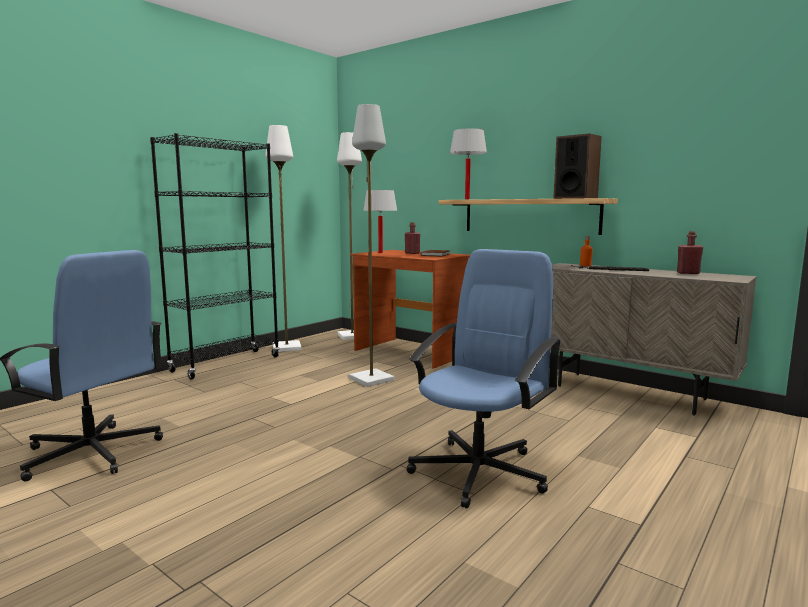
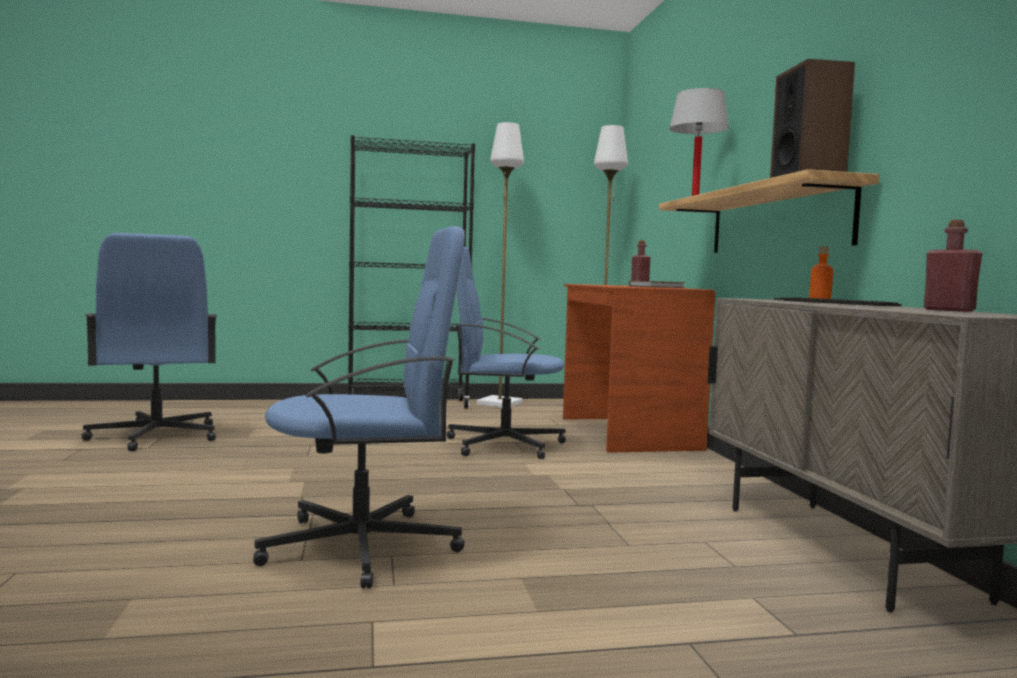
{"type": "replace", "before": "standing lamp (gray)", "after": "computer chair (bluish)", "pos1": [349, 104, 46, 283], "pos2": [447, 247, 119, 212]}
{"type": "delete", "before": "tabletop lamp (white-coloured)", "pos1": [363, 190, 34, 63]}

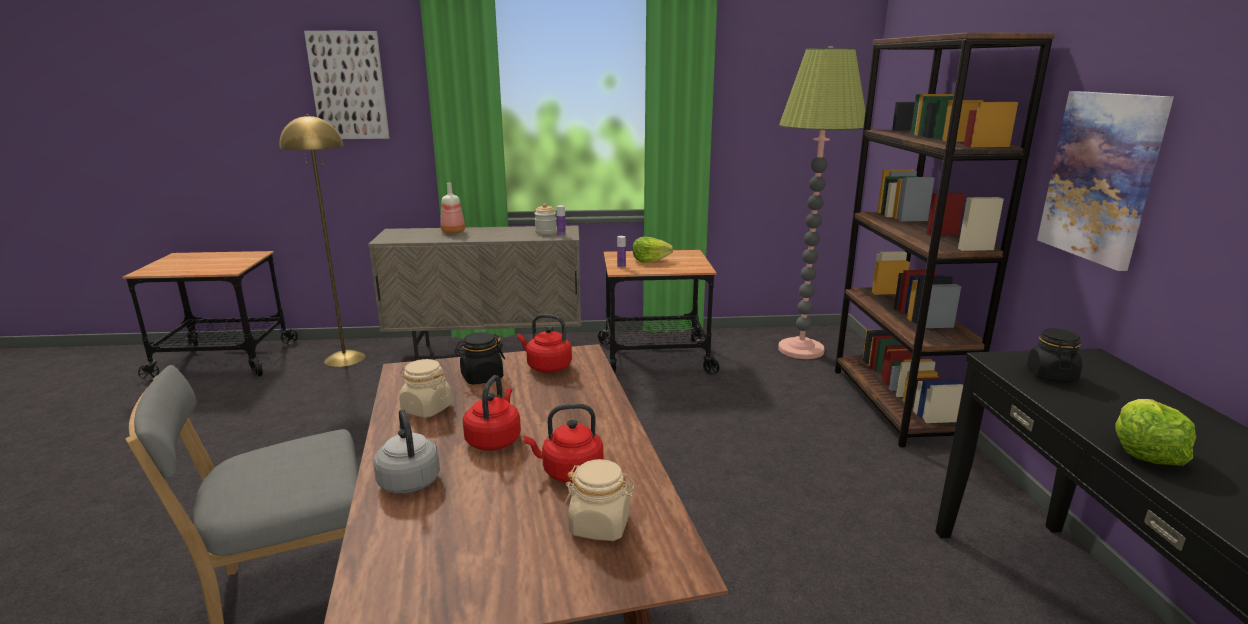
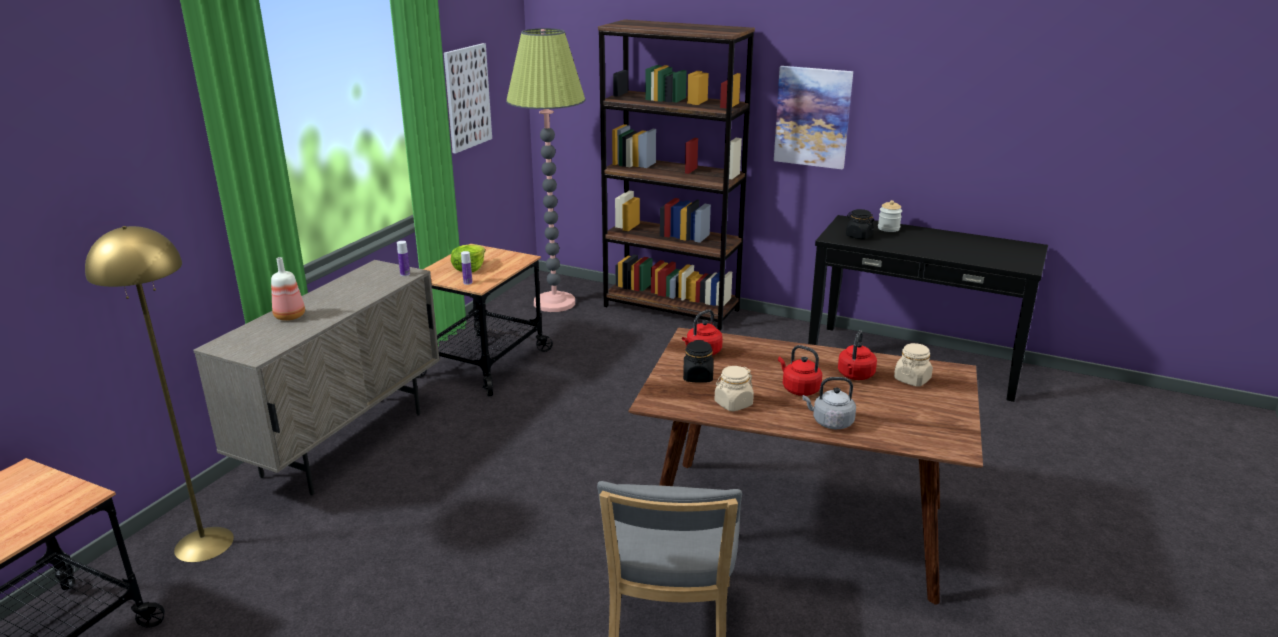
{"type": "move", "before": "picture", "pos1": [304, 31, 86, 108], "pos2": [444, 43, 48, 111]}
{"type": "move", "before": "preserve jar", "pos1": [534, 203, 23, 32], "pos2": [878, 200, 24, 32]}
{"type": "delete", "before": "head of lettuce", "pos1": [1115, 399, 81, 67]}

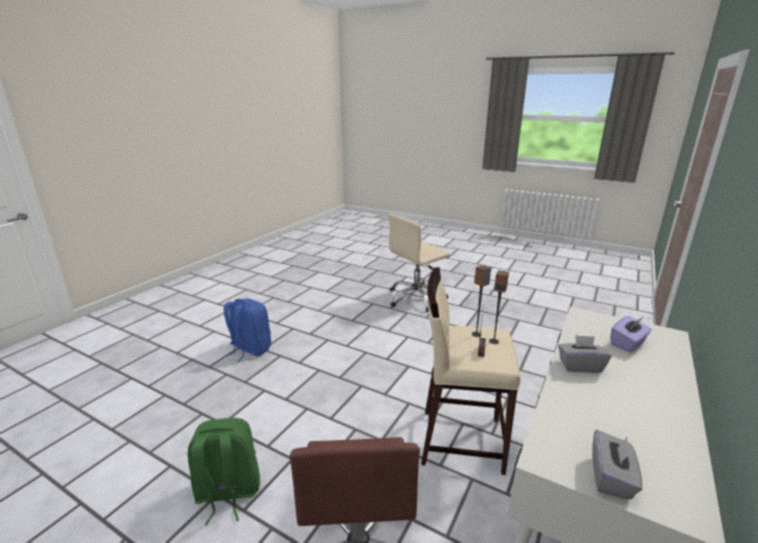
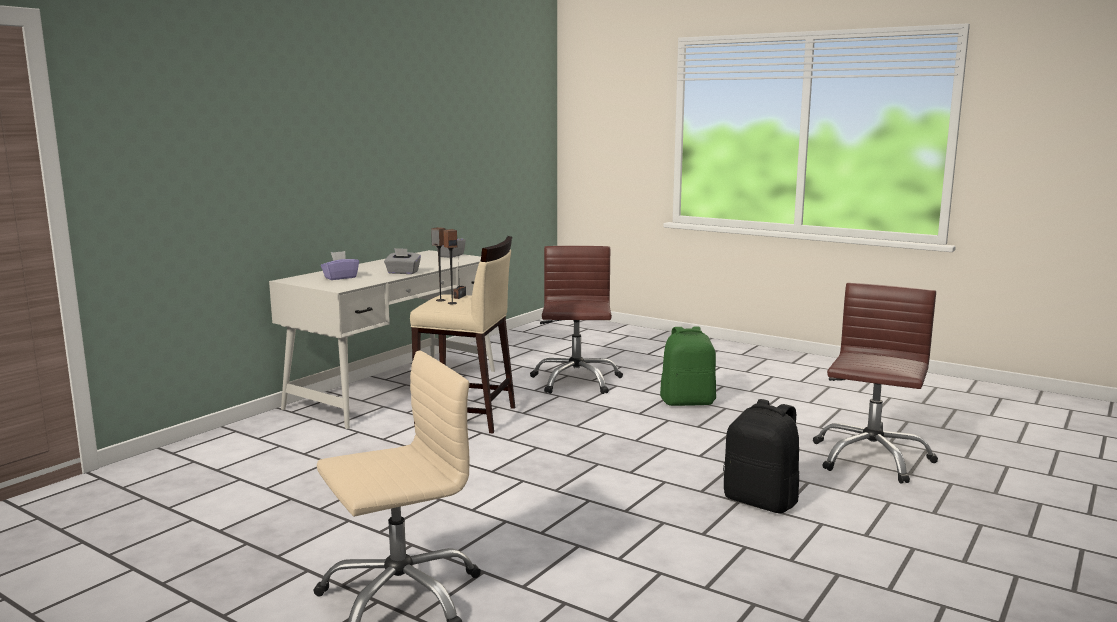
{"type": "recolor", "before": "knapsack (bluish)", "after": "knapsack (black-coloured)", "pos1": [223, 299, 48, 63], "pos2": [723, 399, 76, 114]}
{"type": "insert", "after": "computer chair (brownish)", "pos2": [813, 283, 125, 201]}

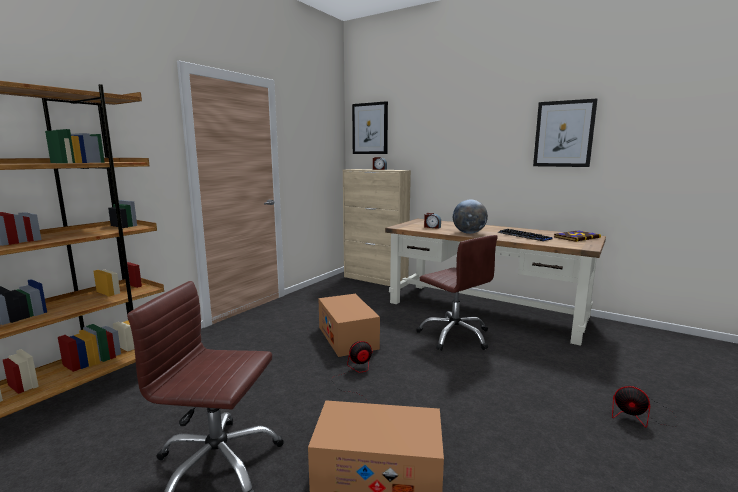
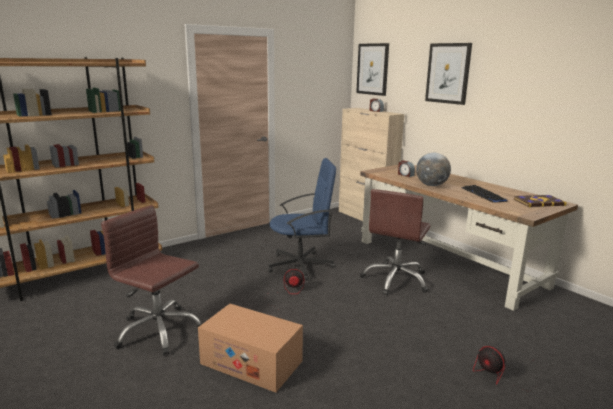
{"type": "replace", "before": "carton", "after": "computer chair (bluish)", "pos1": [318, 294, 62, 63], "pos2": [268, 158, 68, 123]}
{"type": "rotate", "before": "computer chair (brownish)", "pos1": [416, 235, 82, 116], "pos2": [360, 189, 71, 106], "turn": 45}
{"type": "move", "before": "picture", "pos1": [533, 99, 65, 68], "pos2": [425, 43, 47, 62]}

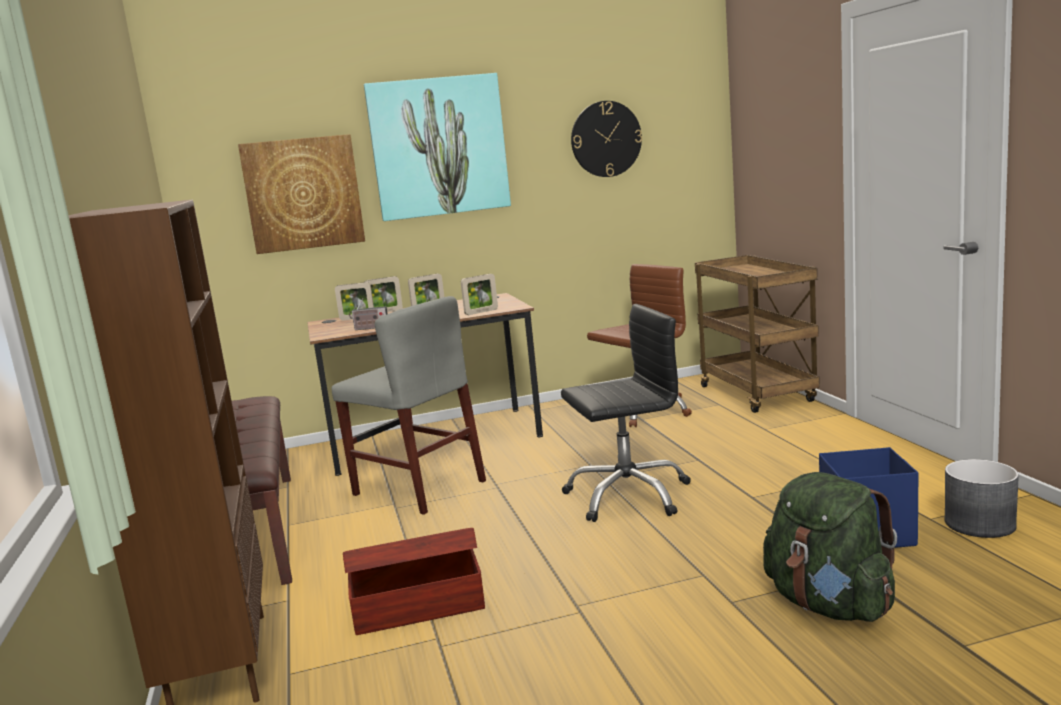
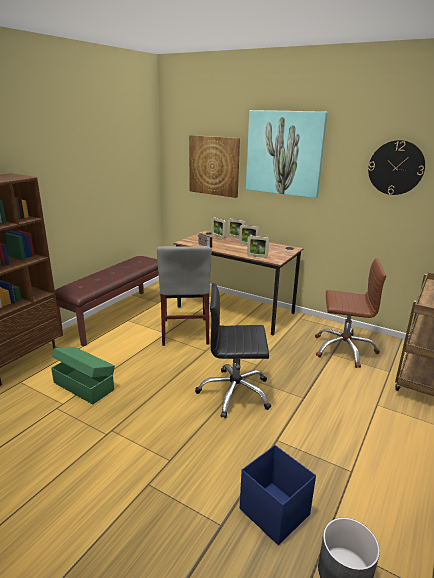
{"type": "recolor", "before": "storage bin (brownish)", "after": "storage bin (green-coloured)", "pos1": [343, 528, 142, 107], "pos2": [51, 347, 64, 57]}
{"type": "rotate", "before": "computer chair (black-coloured)", "pos1": [561, 304, 130, 218], "pos2": [195, 283, 76, 135], "turn": 150}
{"type": "delete", "before": "knapsack (green-coloured)", "pos1": [763, 472, 134, 150]}

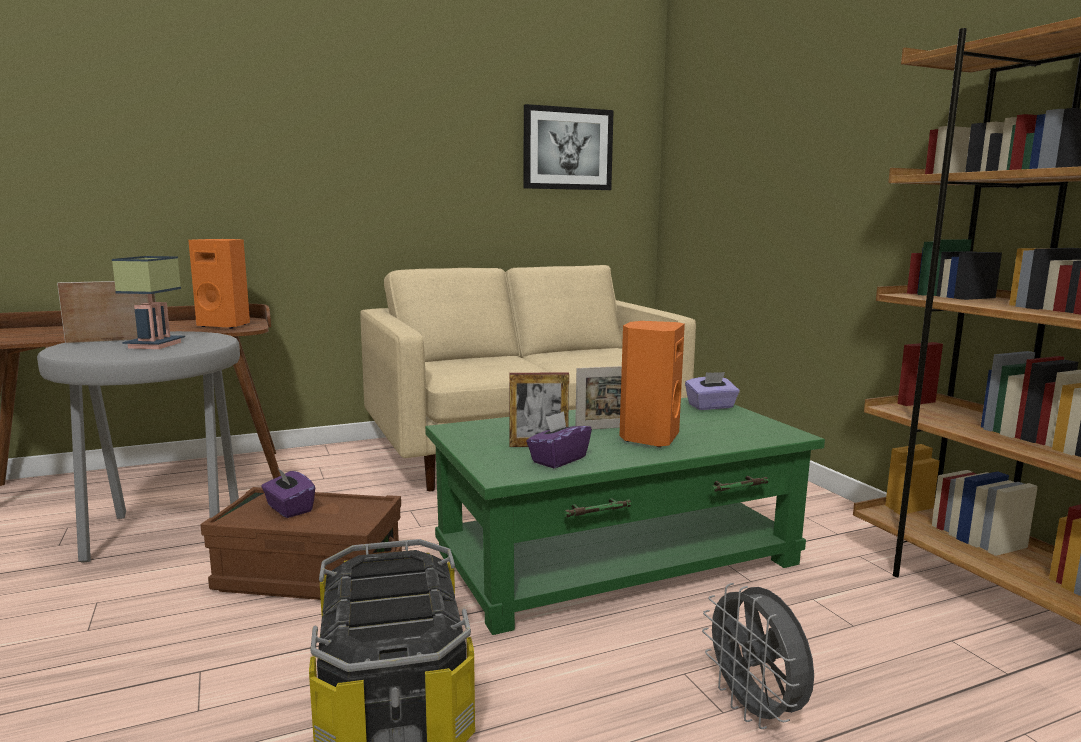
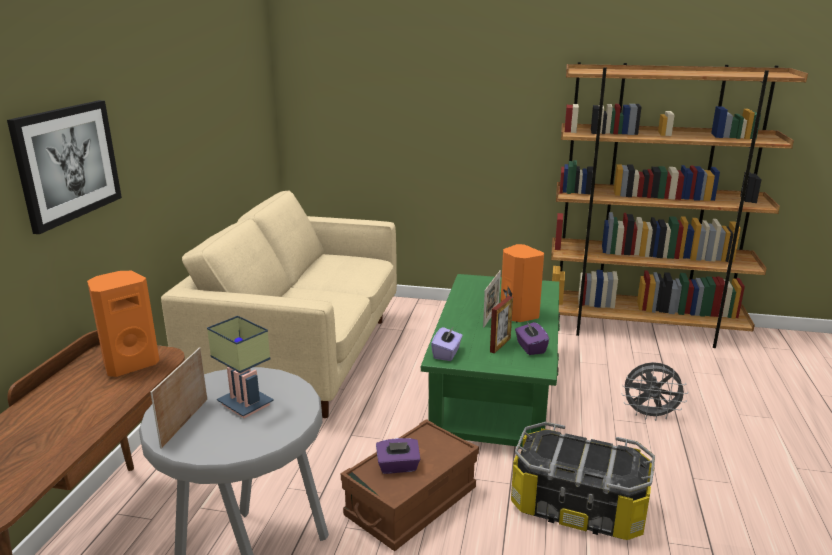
{"type": "move", "before": "picture", "pos1": [524, 104, 90, 86], "pos2": [7, 100, 115, 134]}
{"type": "move", "before": "tissue holder (purple)", "pos1": [685, 372, 55, 38], "pos2": [431, 326, 32, 35]}

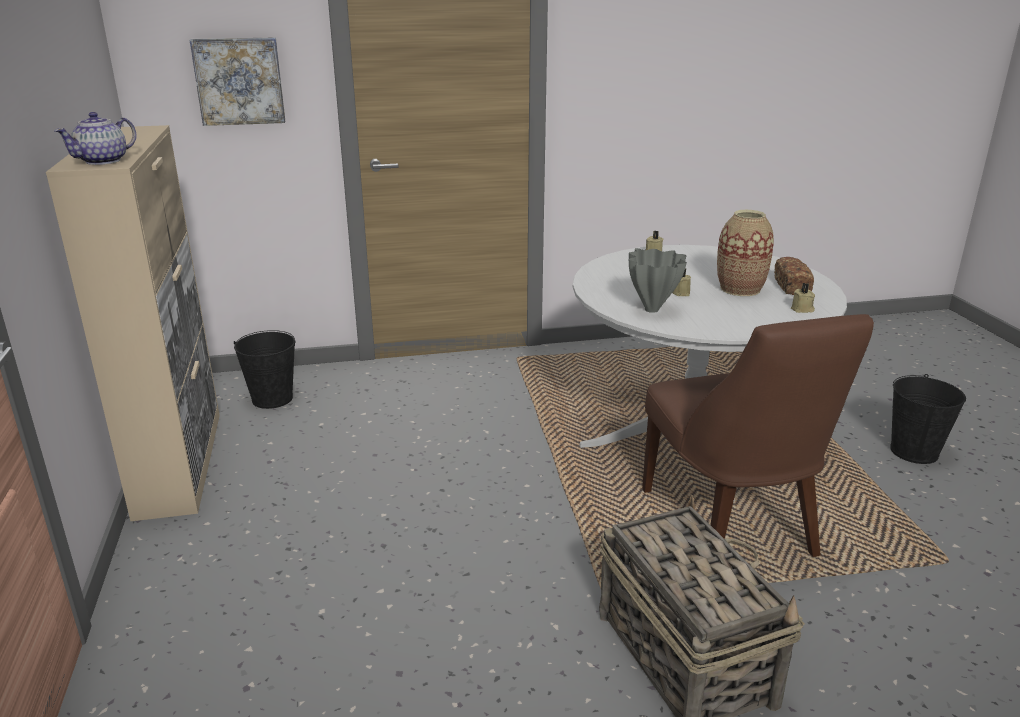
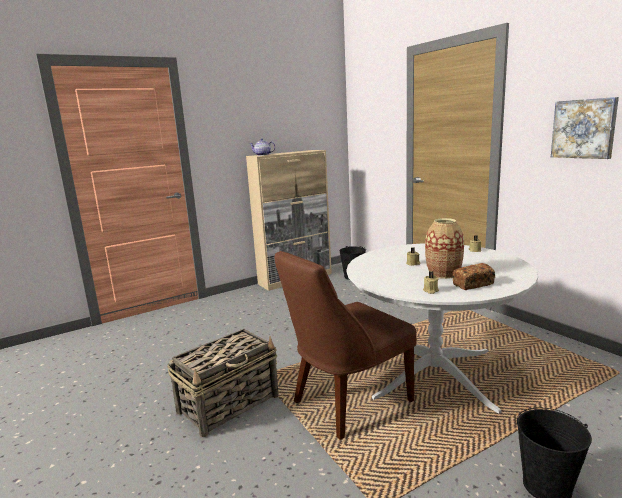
{"type": "move", "before": "picture", "pos1": [190, 37, 95, 89], "pos2": [551, 97, 68, 62]}
{"type": "delete", "before": "decorative vase (gray)", "pos1": [629, 248, 58, 65]}

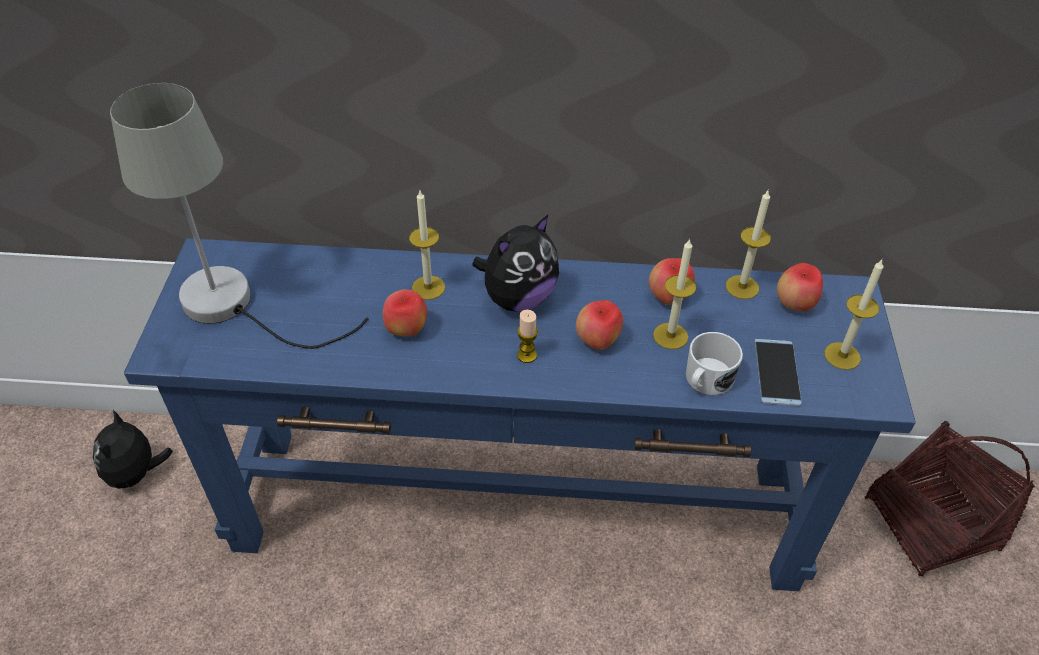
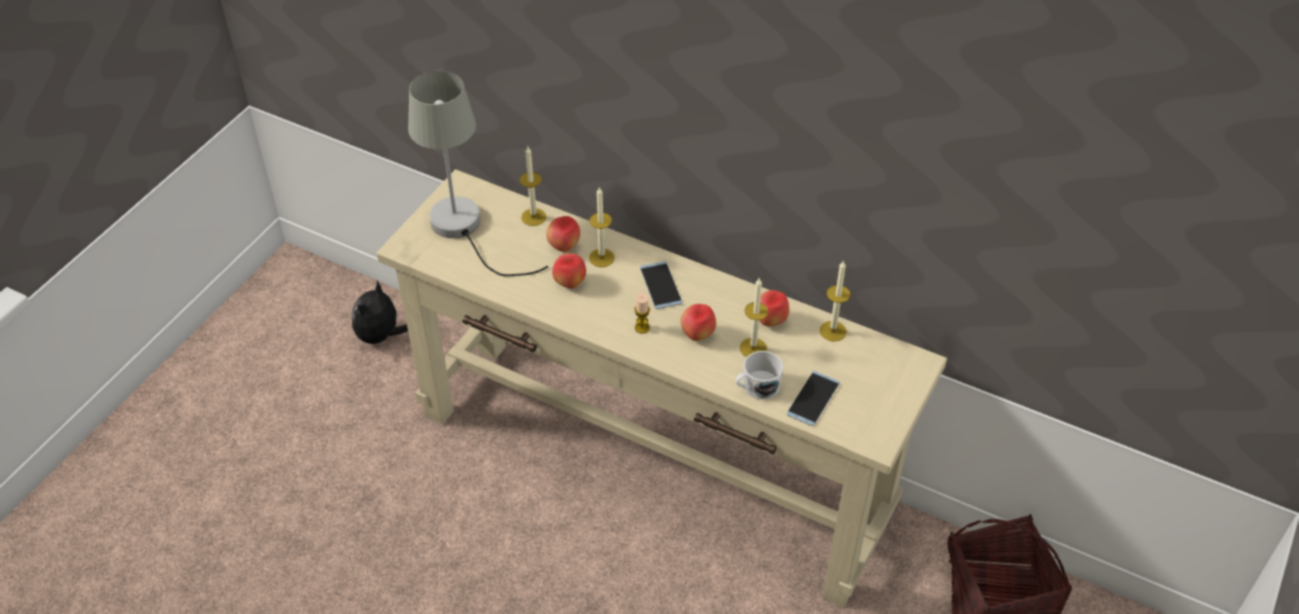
{"type": "recolor", "before": "narrow table (bluish)", "after": "narrow table (beige-coloured)", "pos1": [124, 238, 792, 353], "pos2": [376, 169, 571, 438]}
{"type": "replace", "before": "plush toy", "after": "handset", "pos1": [472, 215, 87, 97], "pos2": [640, 261, 43, 48]}
{"type": "move", "before": "apple", "pos1": [777, 263, 46, 48], "pos2": [546, 216, 34, 36]}
{"type": "move", "before": "candle", "pos1": [824, 260, 59, 110], "pos2": [520, 147, 26, 79]}

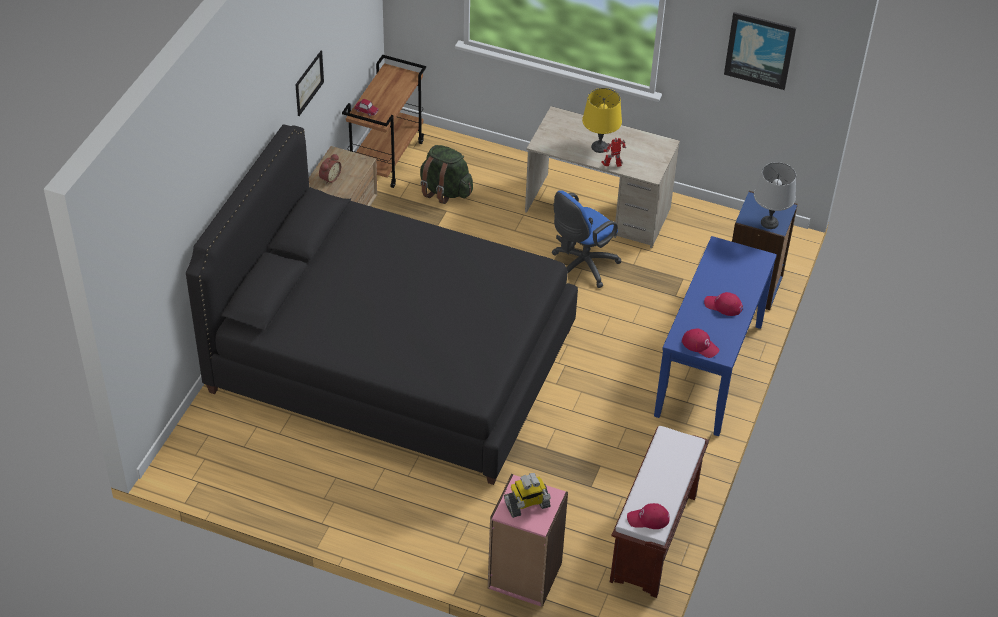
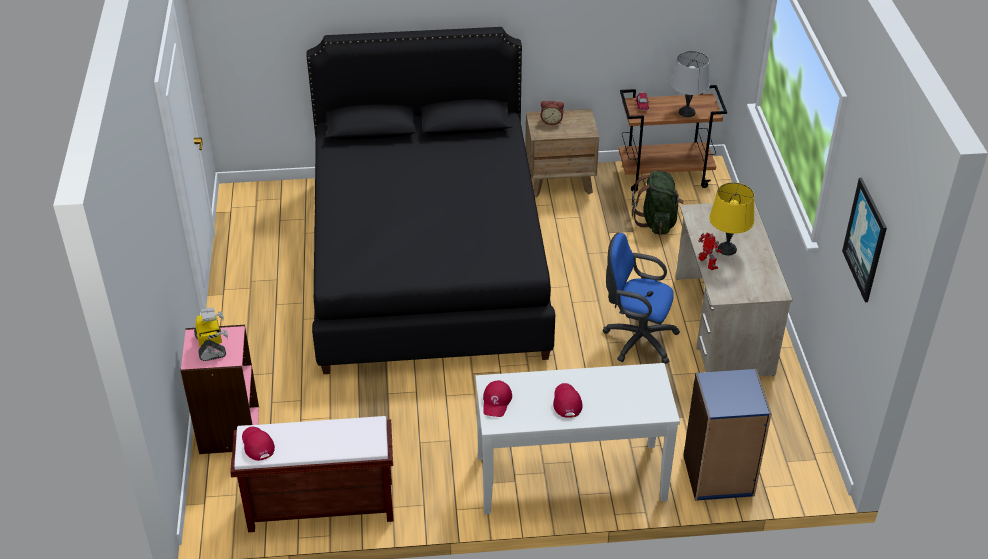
{"type": "delete", "before": "picture", "pos1": [295, 51, 29, 65]}
{"type": "rotate", "before": "toy robot", "pos1": [504, 473, 47, 45], "pos2": [194, 307, 34, 54], "turn": -150}
{"type": "recolor", "before": "narrow table (bluish)", "after": "narrow table (white-coloured)", "pos1": [654, 236, 123, 200], "pos2": [475, 363, 205, 151]}
{"type": "move", "before": "tabletop lamp (gray)", "pos1": [754, 162, 42, 67], "pos2": [671, 51, 39, 66]}

